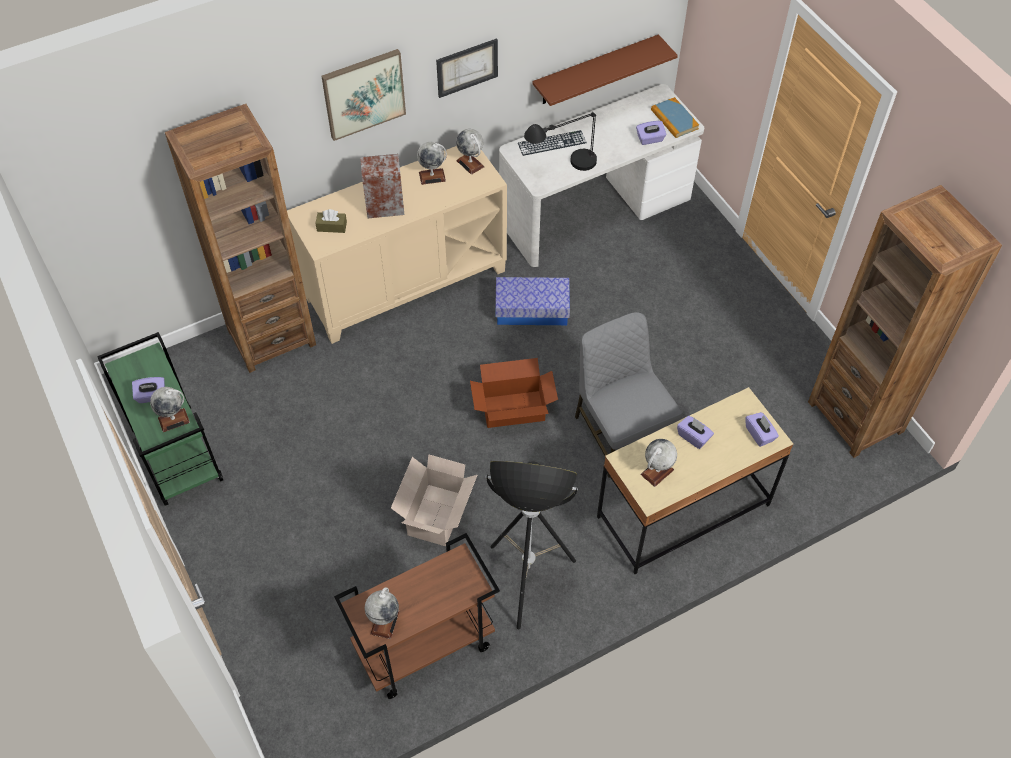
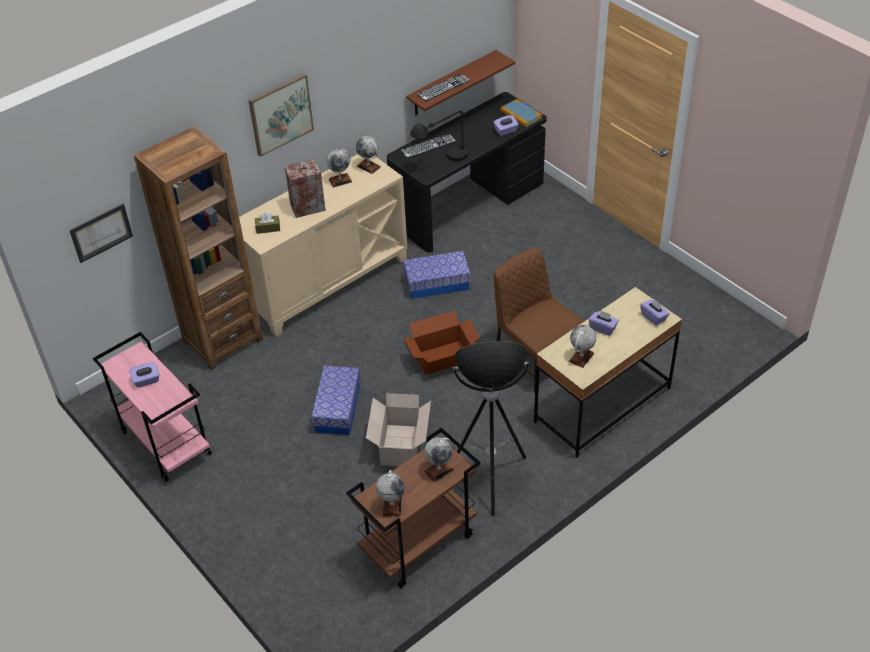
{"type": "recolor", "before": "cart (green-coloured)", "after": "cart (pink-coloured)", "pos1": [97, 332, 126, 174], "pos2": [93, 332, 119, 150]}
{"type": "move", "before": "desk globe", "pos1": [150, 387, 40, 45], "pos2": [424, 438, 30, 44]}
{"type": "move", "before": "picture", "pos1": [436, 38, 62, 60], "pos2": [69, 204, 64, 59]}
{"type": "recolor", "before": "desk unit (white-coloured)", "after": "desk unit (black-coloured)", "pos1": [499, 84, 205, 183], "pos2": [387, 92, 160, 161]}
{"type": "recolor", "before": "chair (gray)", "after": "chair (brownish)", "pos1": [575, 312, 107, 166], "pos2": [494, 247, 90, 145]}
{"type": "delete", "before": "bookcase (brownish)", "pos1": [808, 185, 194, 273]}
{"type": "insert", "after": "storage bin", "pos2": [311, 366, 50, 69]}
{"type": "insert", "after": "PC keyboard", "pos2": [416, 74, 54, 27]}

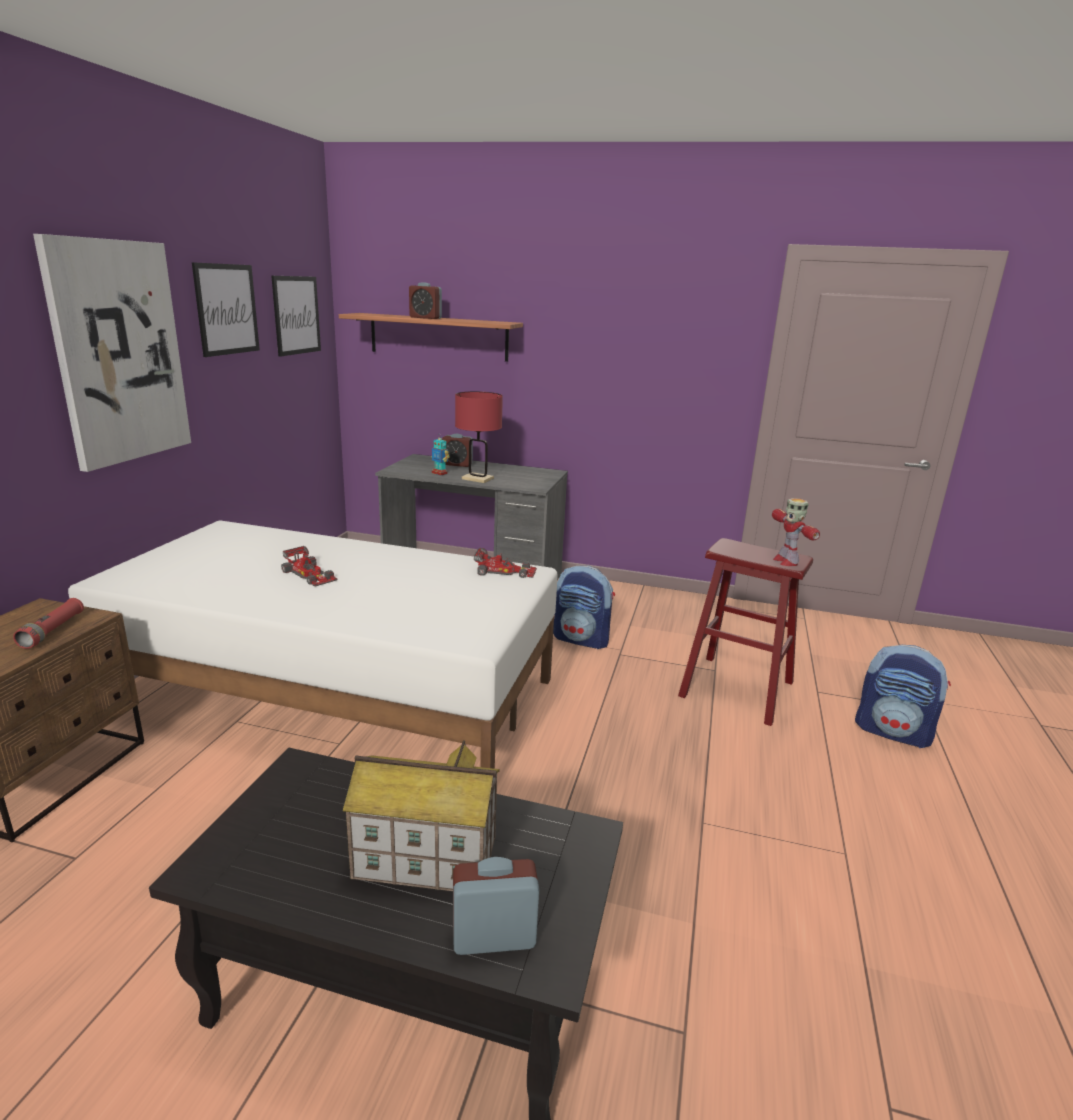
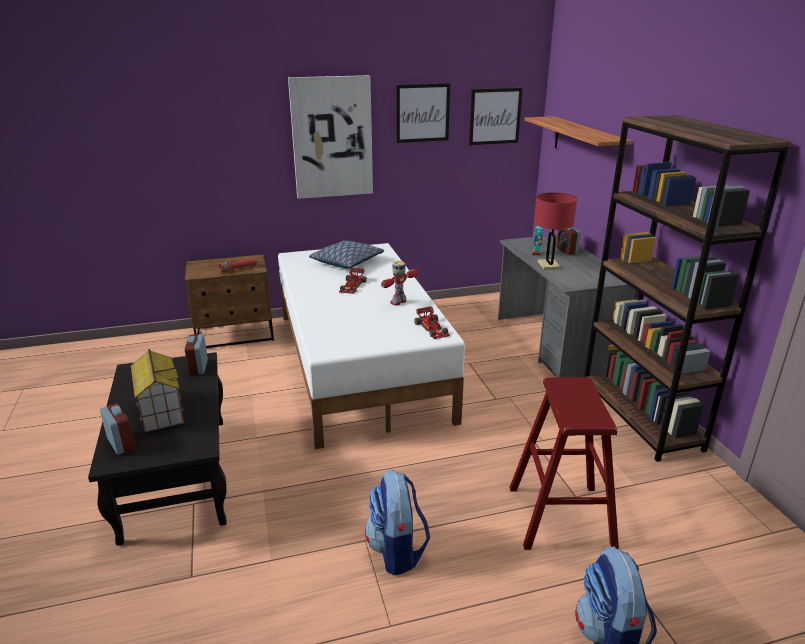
{"type": "move", "before": "alarm clock", "pos1": [409, 282, 33, 37], "pos2": [185, 334, 23, 41]}
{"type": "move", "before": "knapsack", "pos1": [553, 566, 62, 83], "pos2": [365, 470, 65, 105]}
{"type": "move", "before": "toy robot", "pos1": [772, 498, 48, 68], "pos2": [381, 261, 37, 44]}
{"type": "insert", "after": "throw pillow", "pos2": [309, 241, 75, 28]}
{"type": "insert", "after": "bookcase (brownish)", "pos2": [584, 115, 209, 347]}

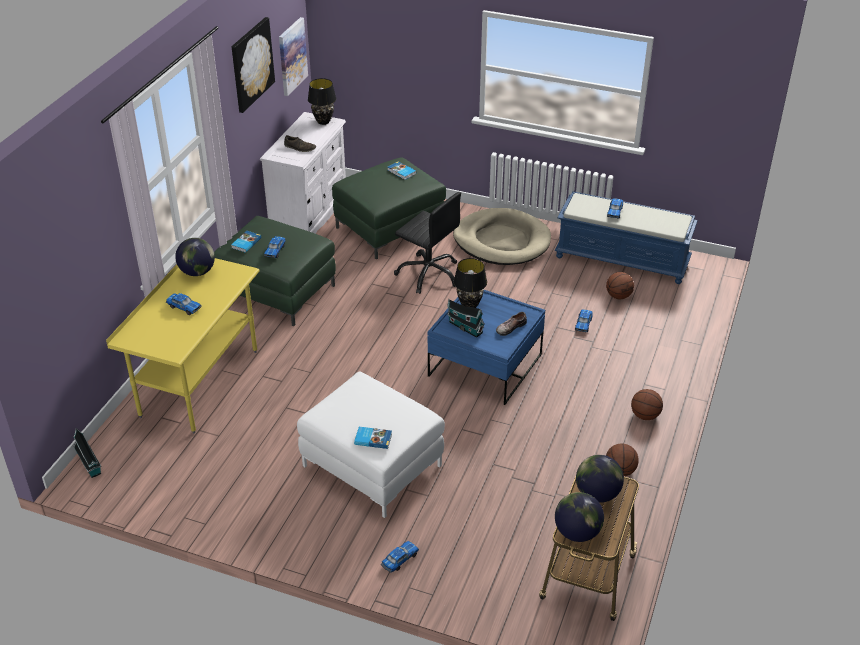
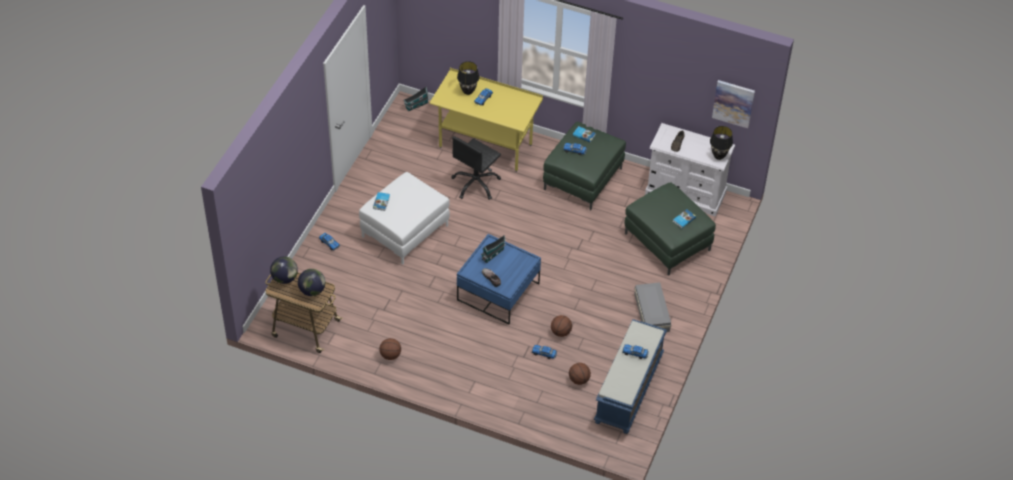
{"type": "delete", "before": "desk globe", "pos1": [175, 238, 40, 38]}
{"type": "delete", "before": "picture", "pos1": [231, 17, 44, 96]}
{"type": "move", "before": "computer chair (black-coloured)", "pos1": [394, 192, 67, 102], "pos2": [451, 136, 50, 64]}
{"type": "replace", "before": "pet bed (beige-coloured)", "after": "storage bin (gray)", "pos1": [453, 208, 98, 57], "pos2": [634, 282, 37, 50]}
{"type": "move", "before": "tabletop lamp (black-coloured)", "pos1": [454, 258, 33, 50], "pos2": [457, 61, 22, 34]}
{"type": "move", "before": "basketball ball", "pos1": [631, 389, 32, 31], "pos2": [551, 315, 21, 22]}

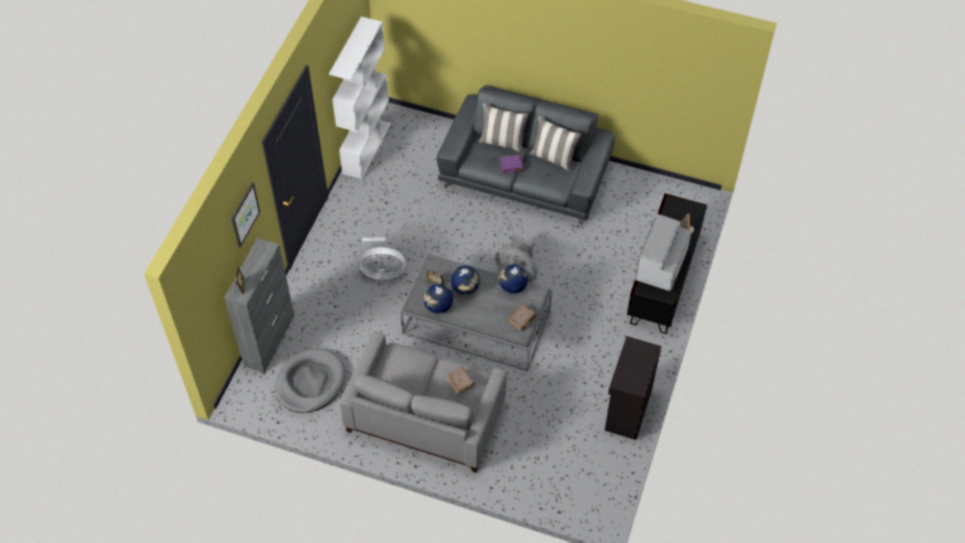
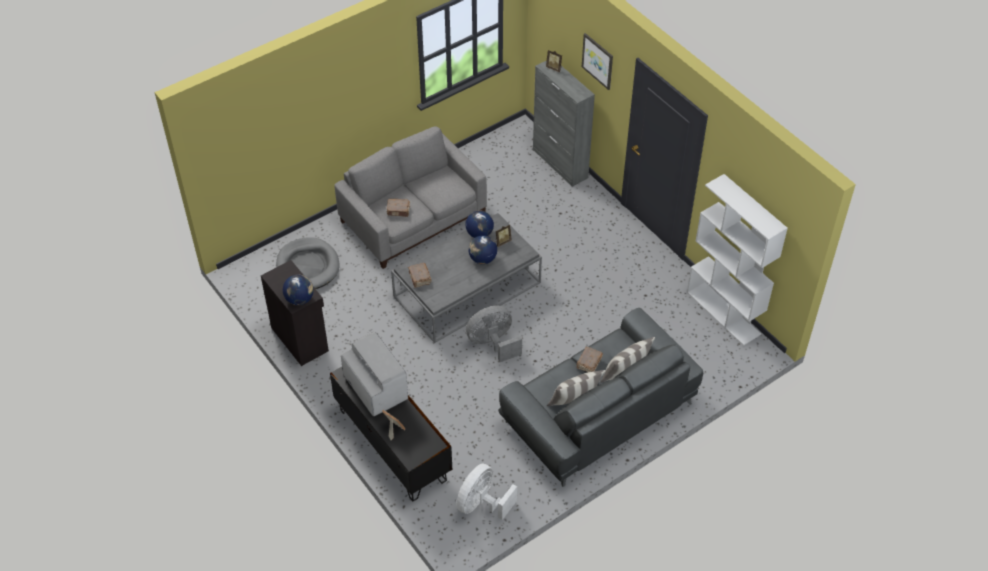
{"type": "move", "before": "pet bed (gray)", "pos1": [275, 348, 70, 65], "pos2": [276, 237, 64, 52]}
{"type": "move", "before": "fan (white-coloured)", "pos1": [359, 238, 47, 42], "pos2": [456, 464, 61, 56]}
{"type": "move", "before": "desk globe", "pos1": [499, 264, 29, 30], "pos2": [283, 274, 31, 31]}
{"type": "recolor", "before": "book (purple)", "after": "book (brownish)", "pos1": [500, 155, 24, 18], "pos2": [576, 347, 27, 25]}

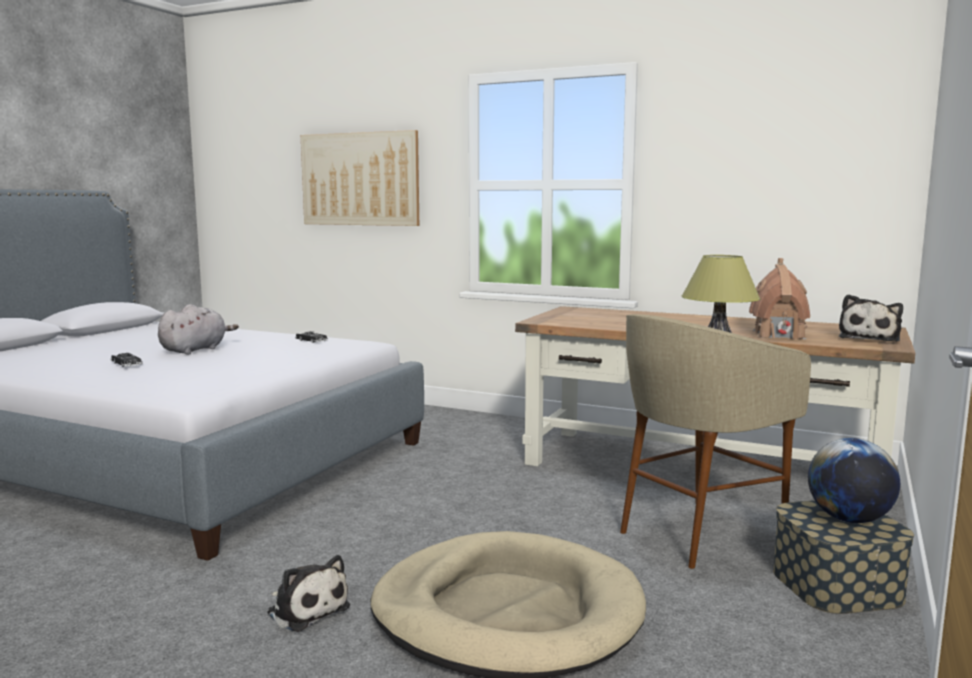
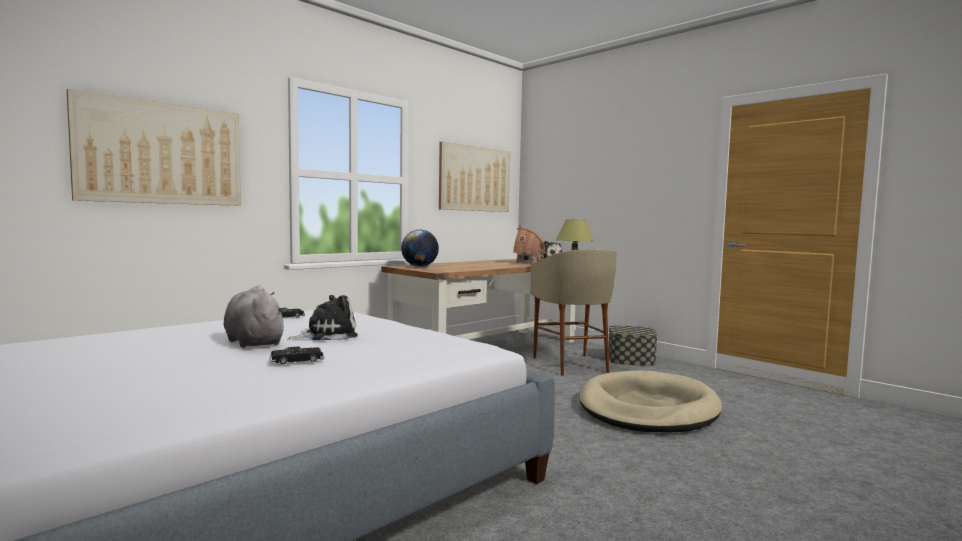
{"type": "move", "before": "plush toy", "pos1": [267, 555, 83, 77], "pos2": [288, 295, 70, 45]}
{"type": "move", "before": "desk globe", "pos1": [808, 438, 92, 85], "pos2": [401, 229, 38, 38]}
{"type": "insert", "after": "picture", "pos2": [439, 142, 71, 70]}

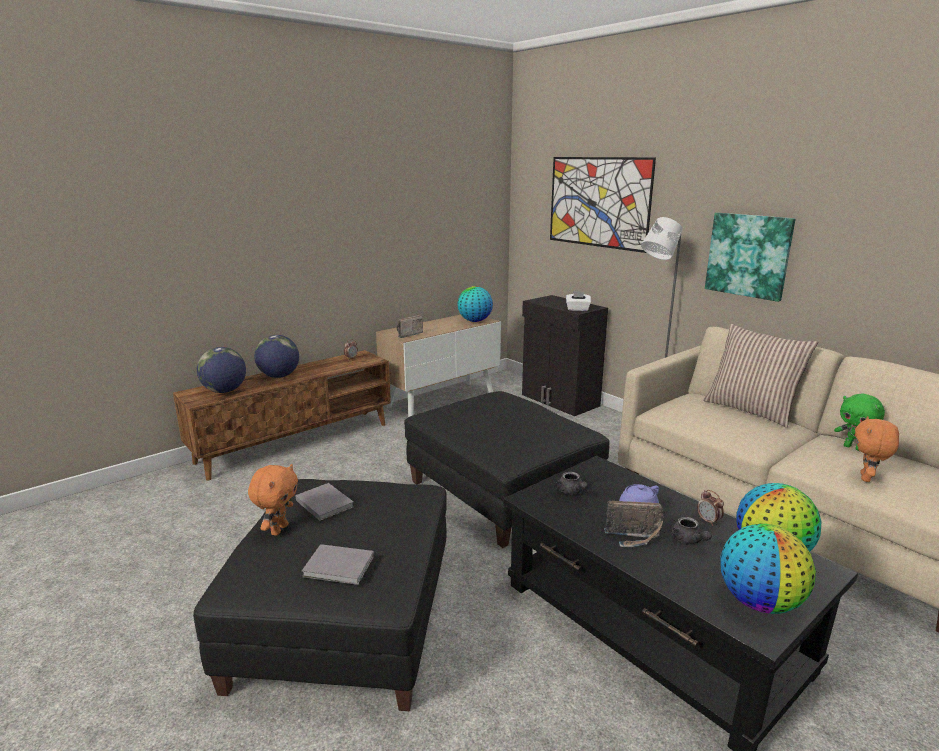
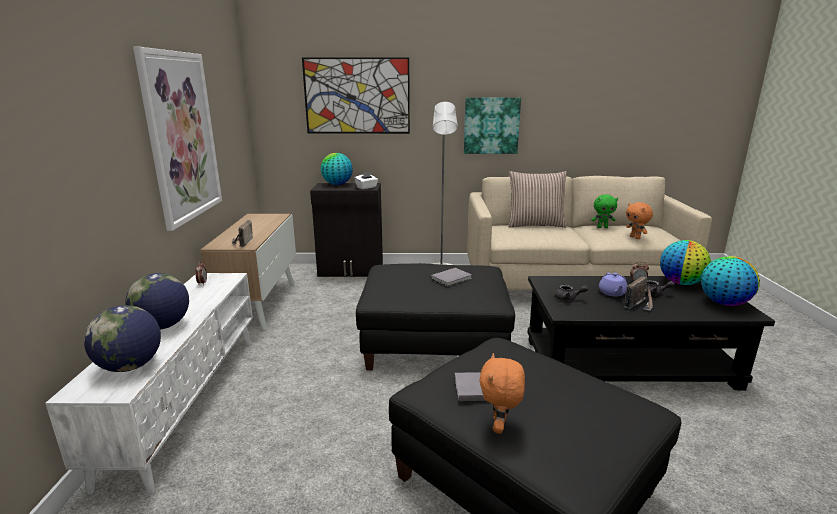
{"type": "recolor", "before": "media console (brownish)", "after": "media console (white-coloured)", "pos1": [173, 350, 218, 131], "pos2": [45, 273, 208, 222]}
{"type": "rotate", "before": "plush toy (orange)", "pos1": [248, 464, 50, 72], "pos2": [479, 353, 46, 81], "turn": -135}
{"type": "move", "before": "book (gray)", "pos1": [302, 544, 72, 41], "pos2": [431, 268, 41, 19]}
{"type": "move", "before": "desk globe", "pos1": [457, 286, 36, 36], "pos2": [321, 153, 32, 32]}
{"type": "insert", "after": "picture", "pos2": [133, 47, 89, 184]}

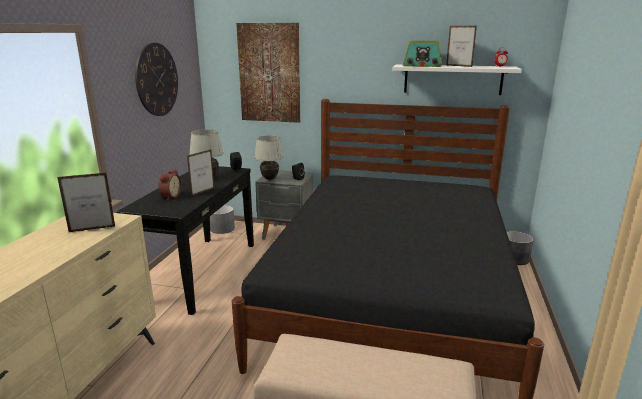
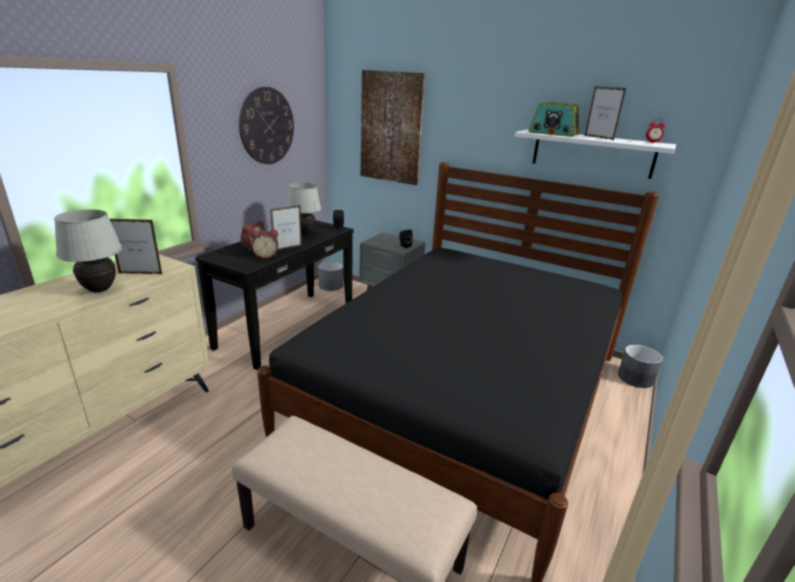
{"type": "move", "before": "tabletop lamp (white-coloured)", "pos1": [254, 136, 30, 44], "pos2": [54, 209, 68, 83]}
{"type": "insert", "after": "alarm clock", "pos2": [250, 229, 28, 30]}

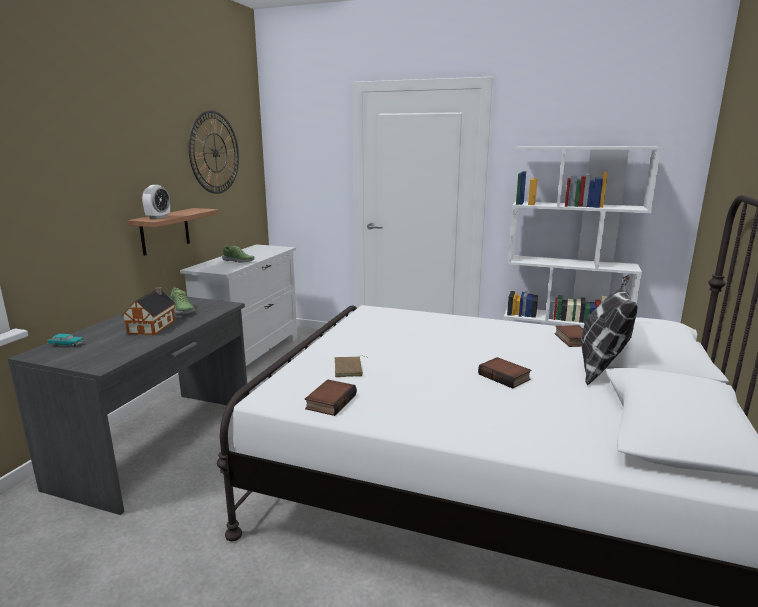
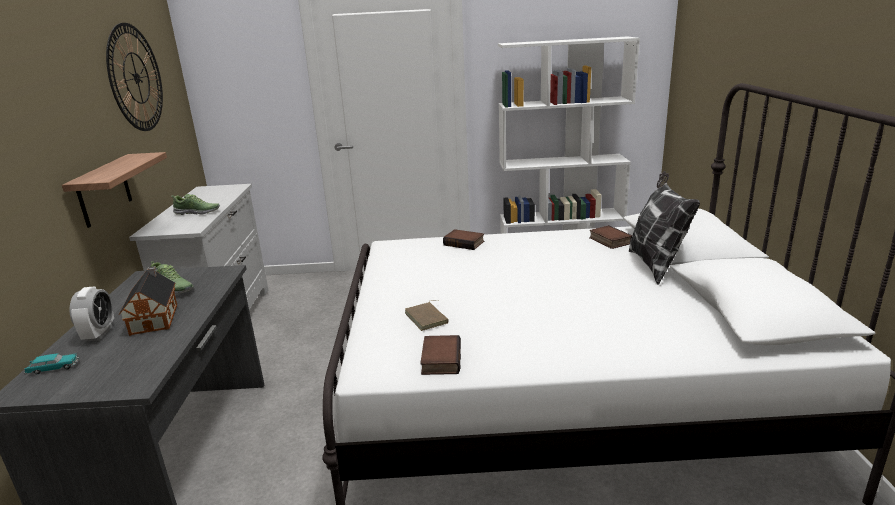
{"type": "move", "before": "alarm clock", "pos1": [142, 185, 28, 34], "pos2": [69, 286, 45, 55]}
{"type": "move", "before": "book", "pos1": [478, 357, 53, 32], "pos2": [443, 229, 41, 21]}

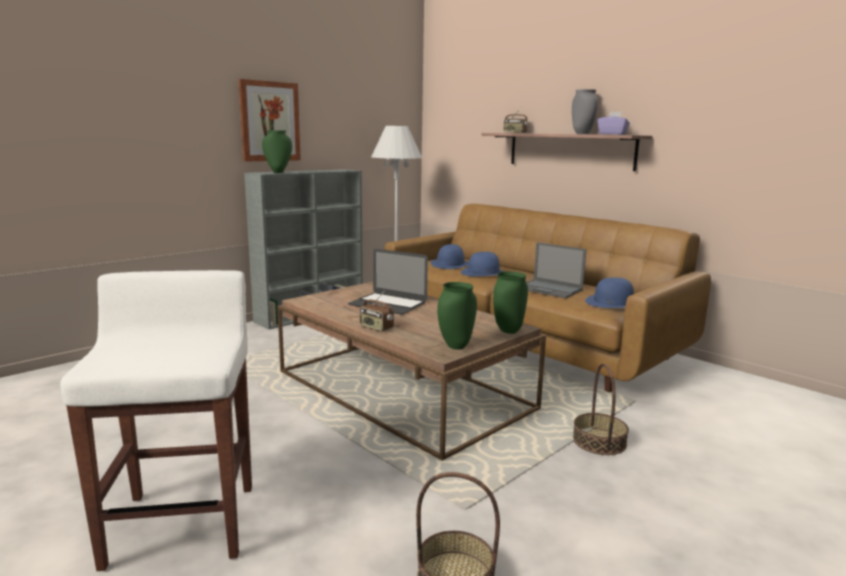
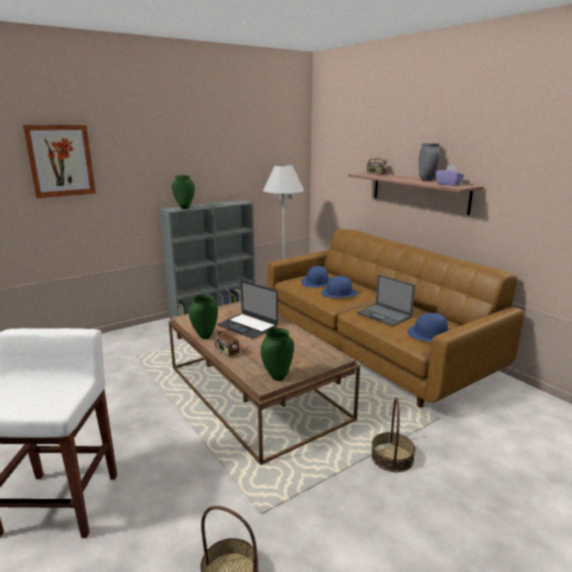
{"type": "move", "before": "picture", "pos1": [238, 79, 63, 83], "pos2": [23, 125, 73, 73]}
{"type": "move", "before": "decorative vase (green-coloured)", "pos1": [493, 271, 35, 63], "pos2": [189, 295, 29, 44]}

